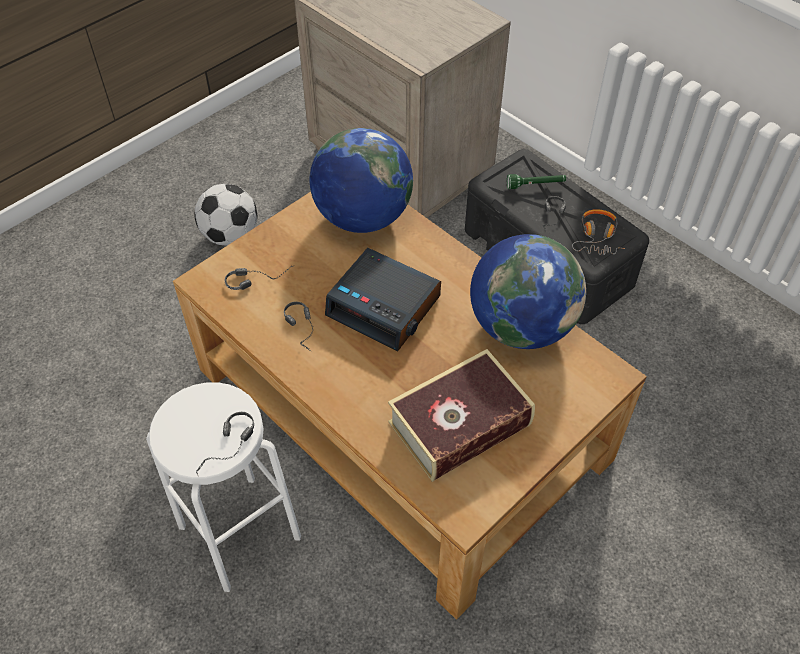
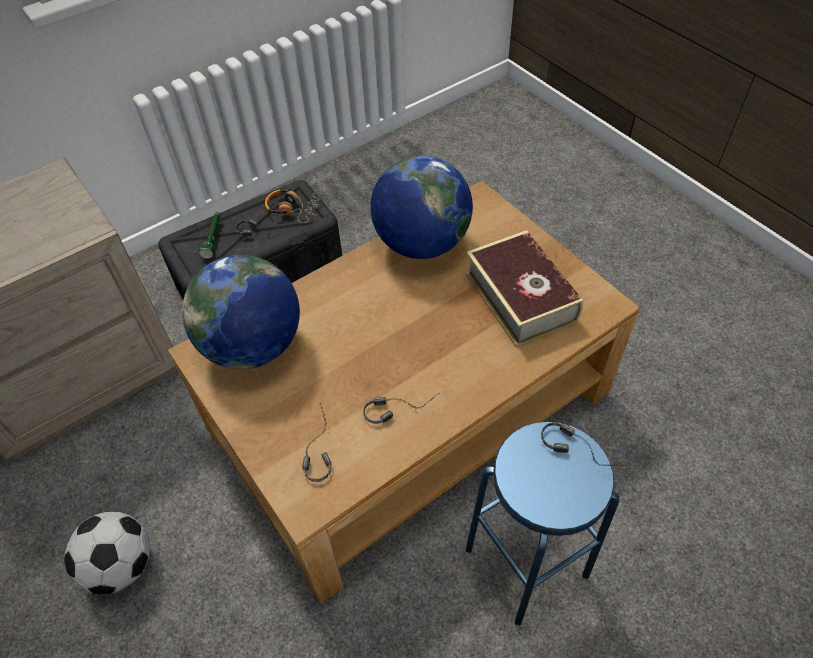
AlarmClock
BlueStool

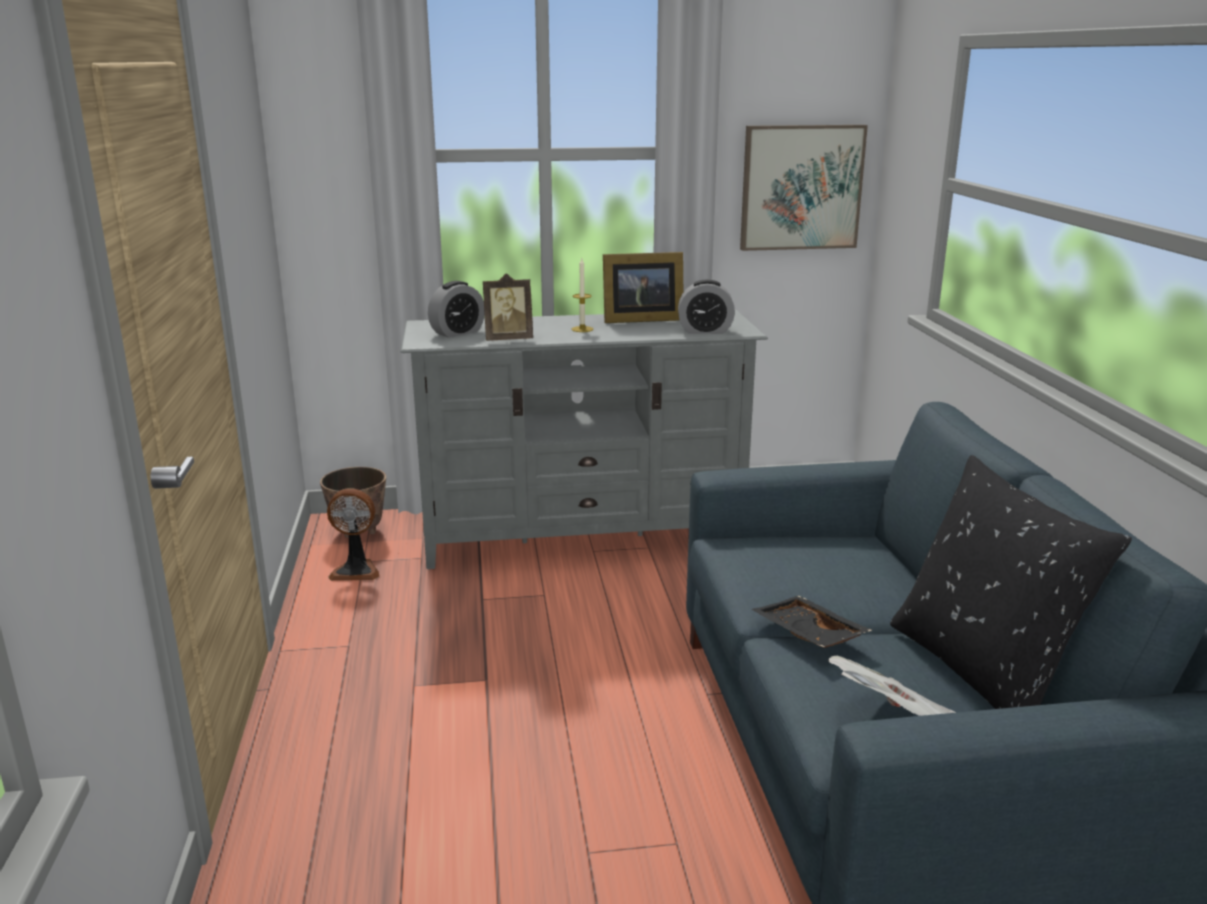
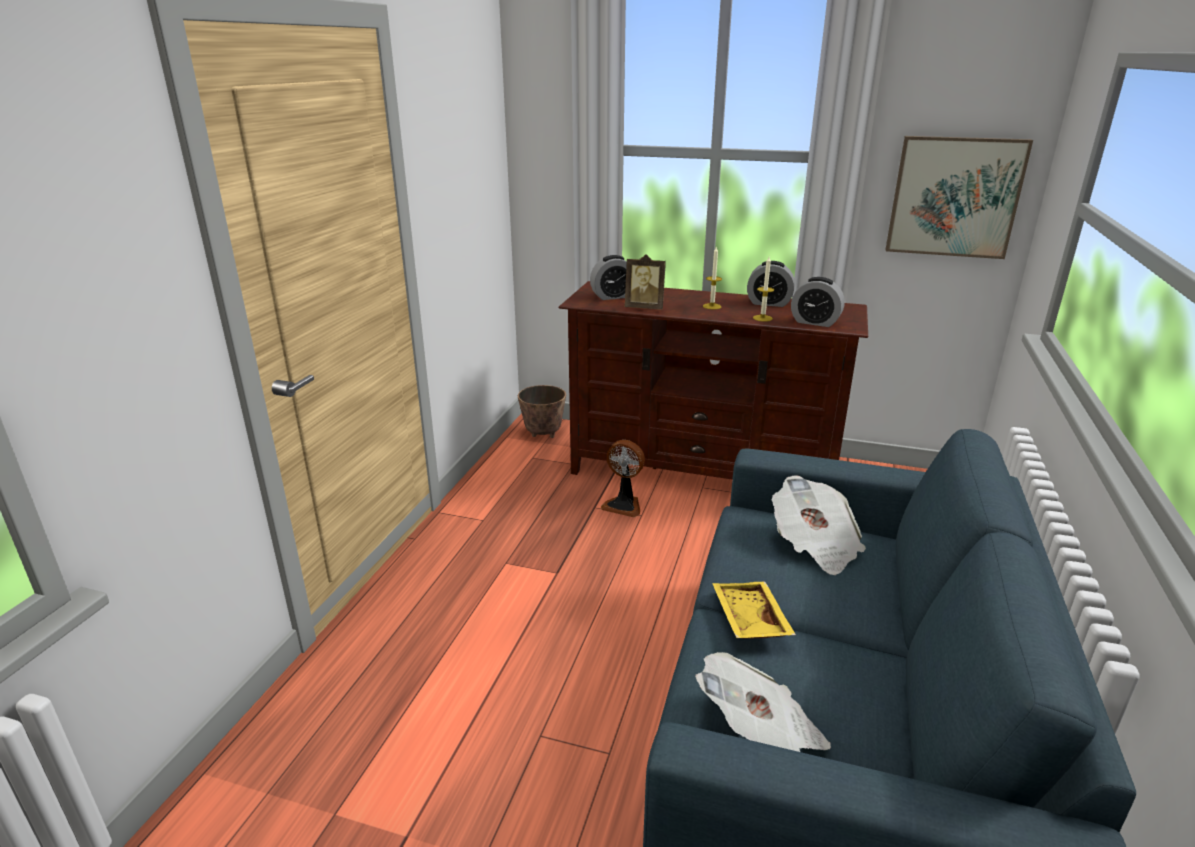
AlarmClock (no. 2 from left)
BrownTvStand
BlackPillow
Fan
YellowTray
Candle (no. 2 from left)
Newspaper (no. 2 from left)

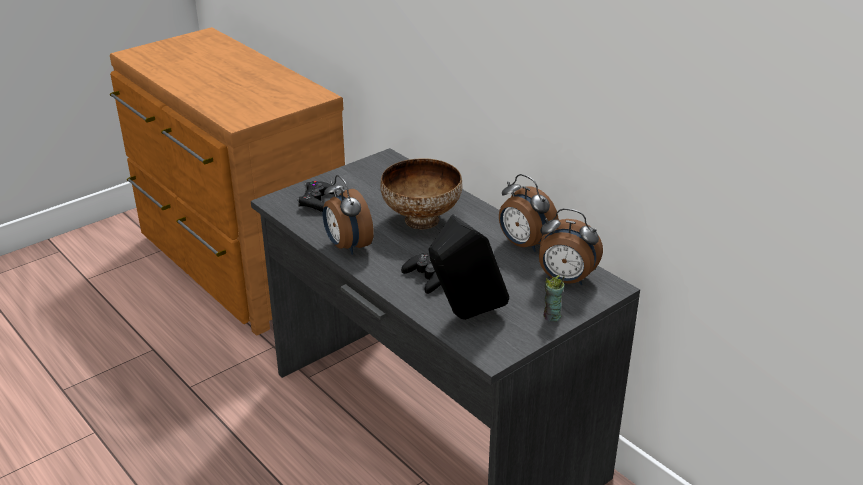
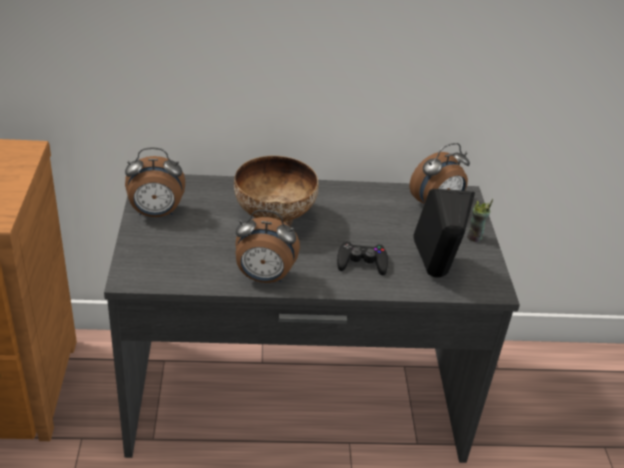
AlarmClock (no. 1 from left)
BlackGameController (no. 1 from left in the first image)

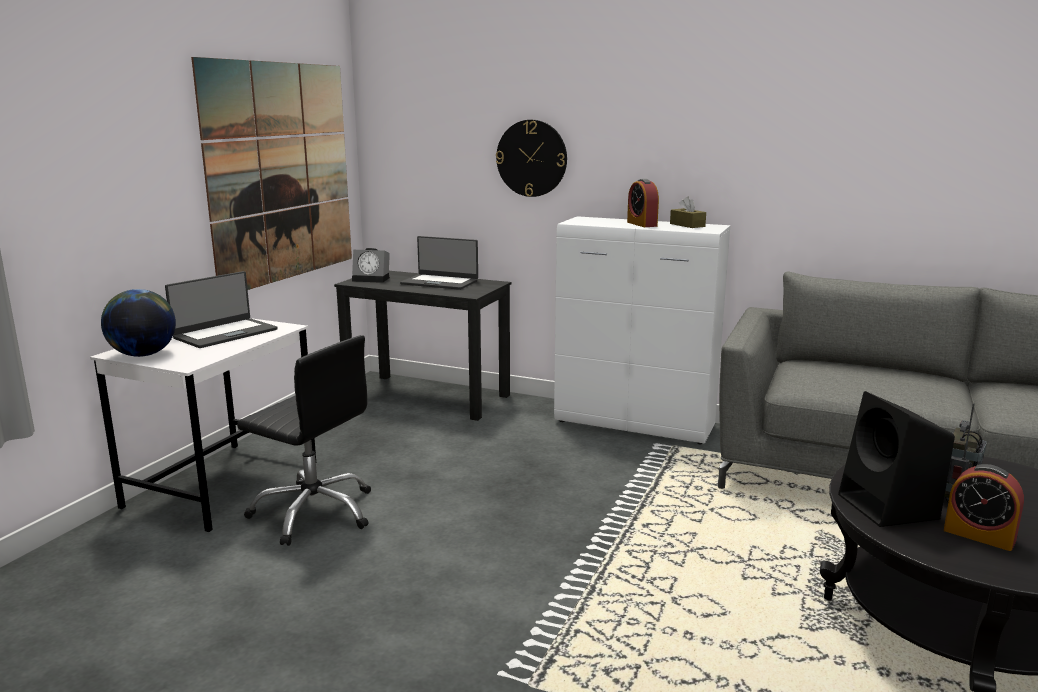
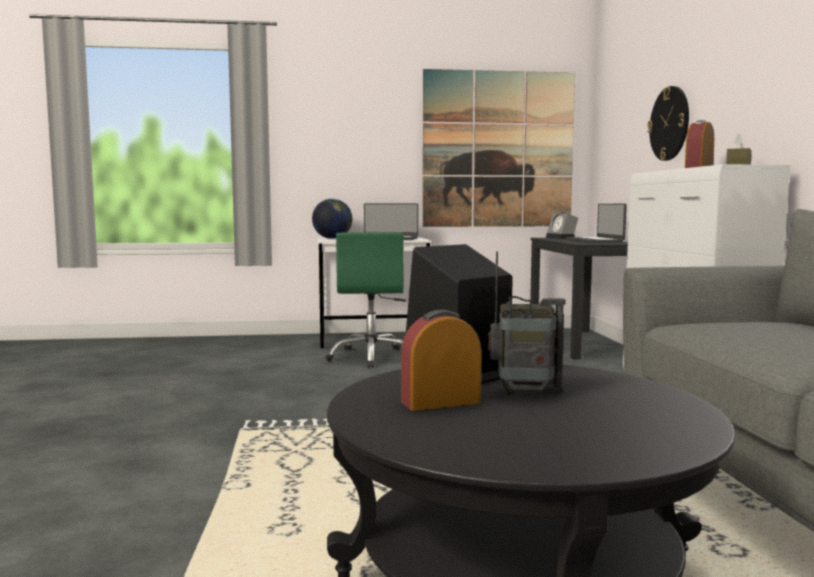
GreenOfficeChair
AlarmClock (no. 1 from left)

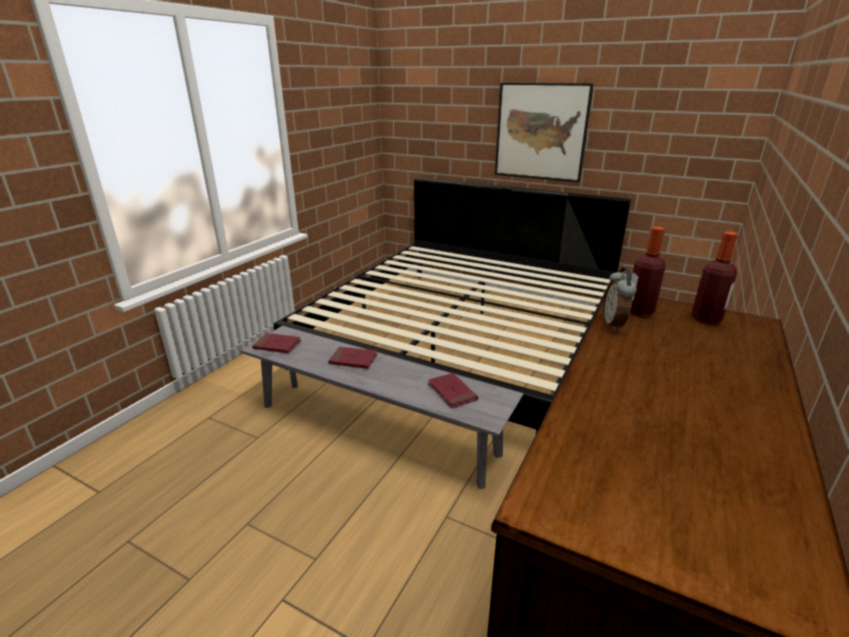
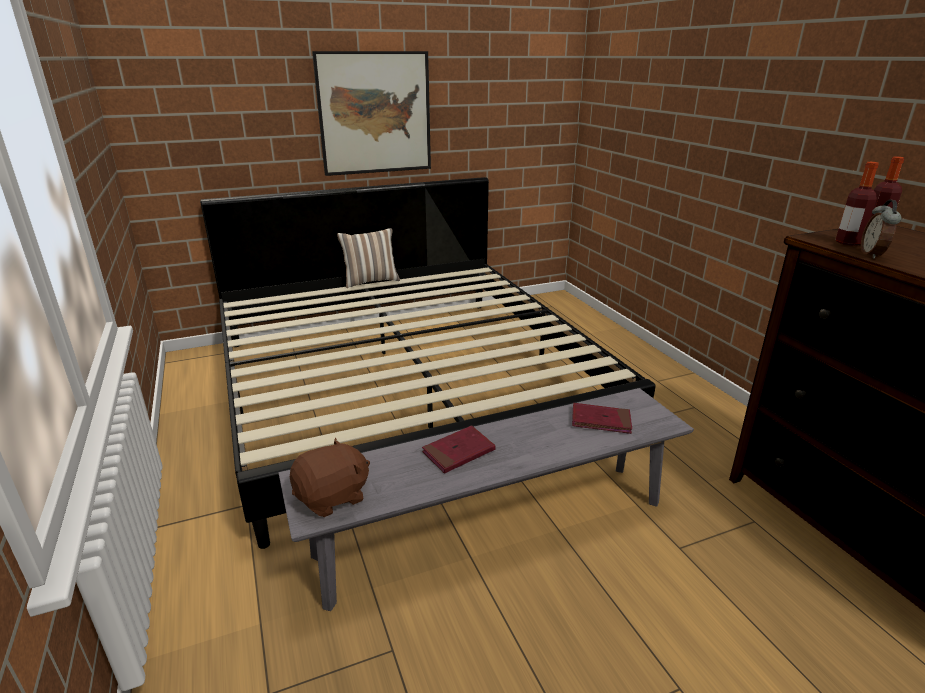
AlarmClock
BrownPlushToy
Pillow

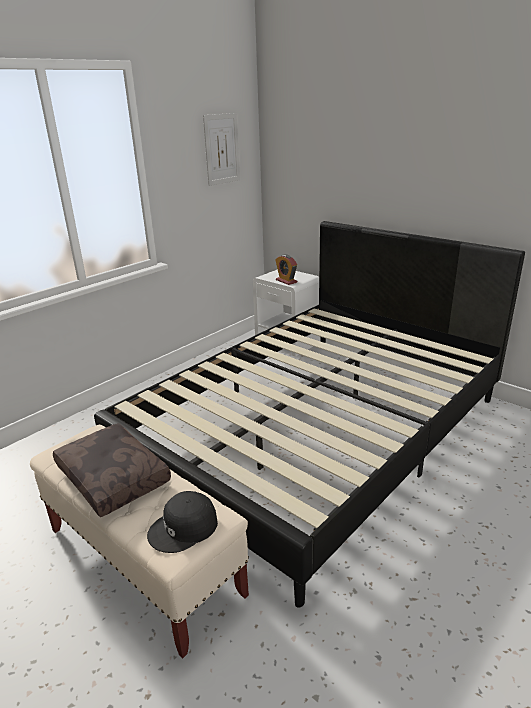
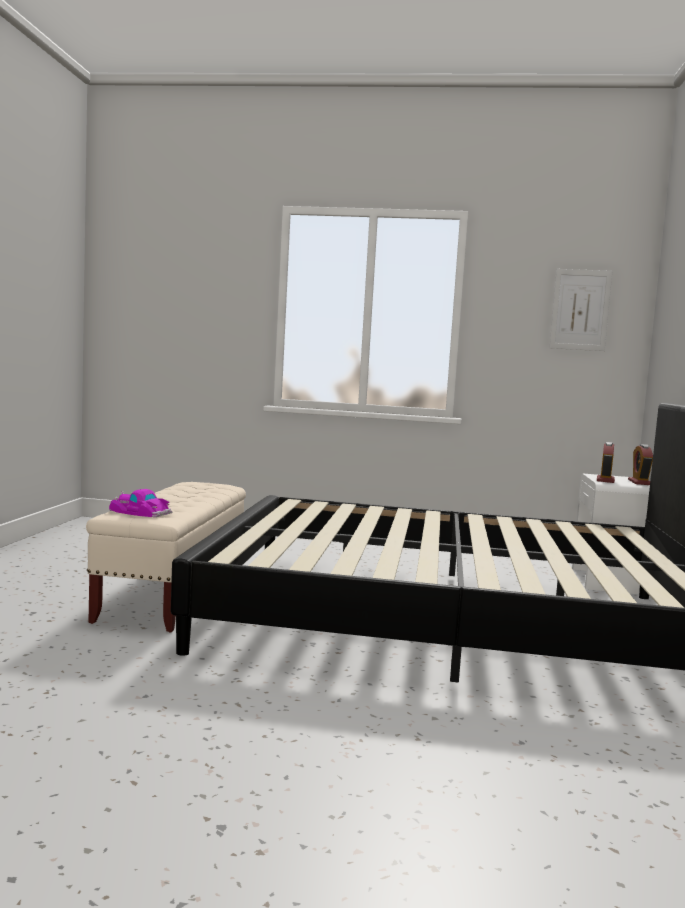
BrownPillow
ToyCar
AlarmClock (no. 2 from left)

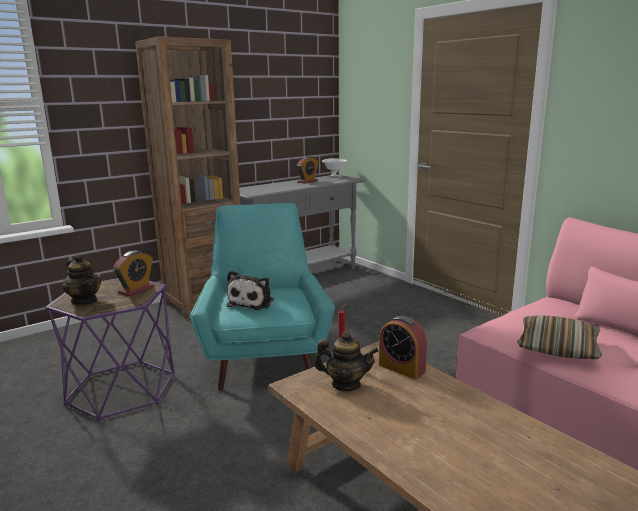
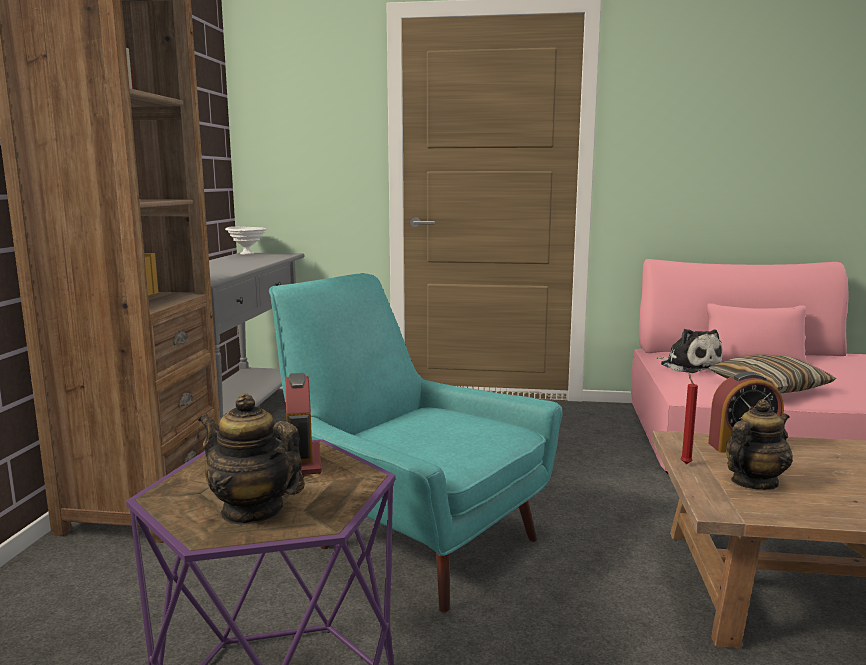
AlarmClock (no. 2 from left in the first image)
Teapot (no. 1 from left)
PlushToy

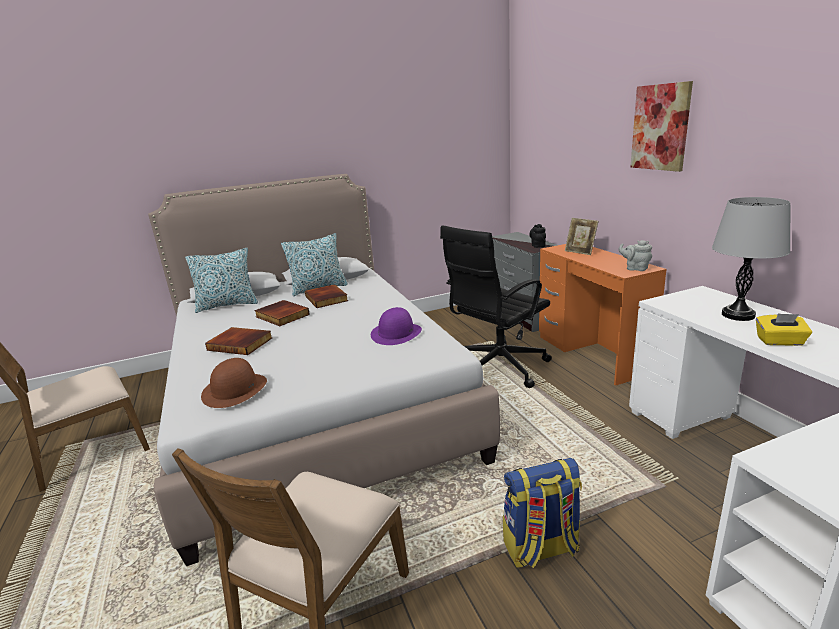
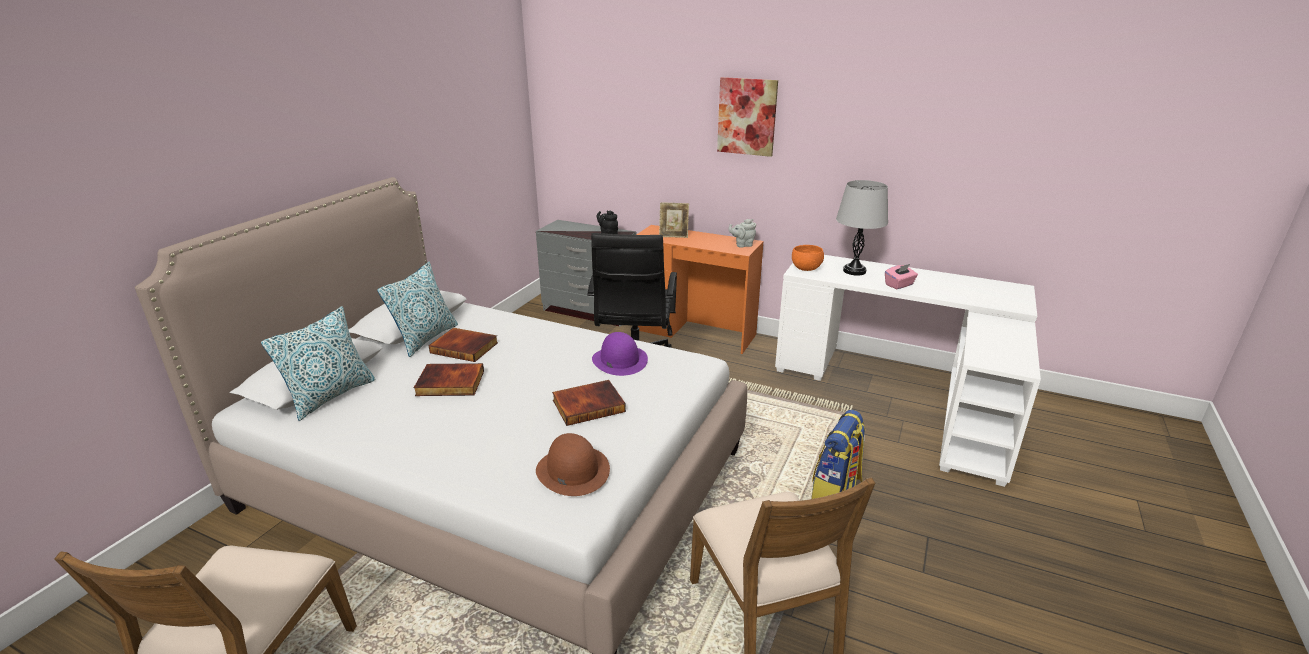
PinkTissueBox
Book (no. 3 from left)
OrangeBowl

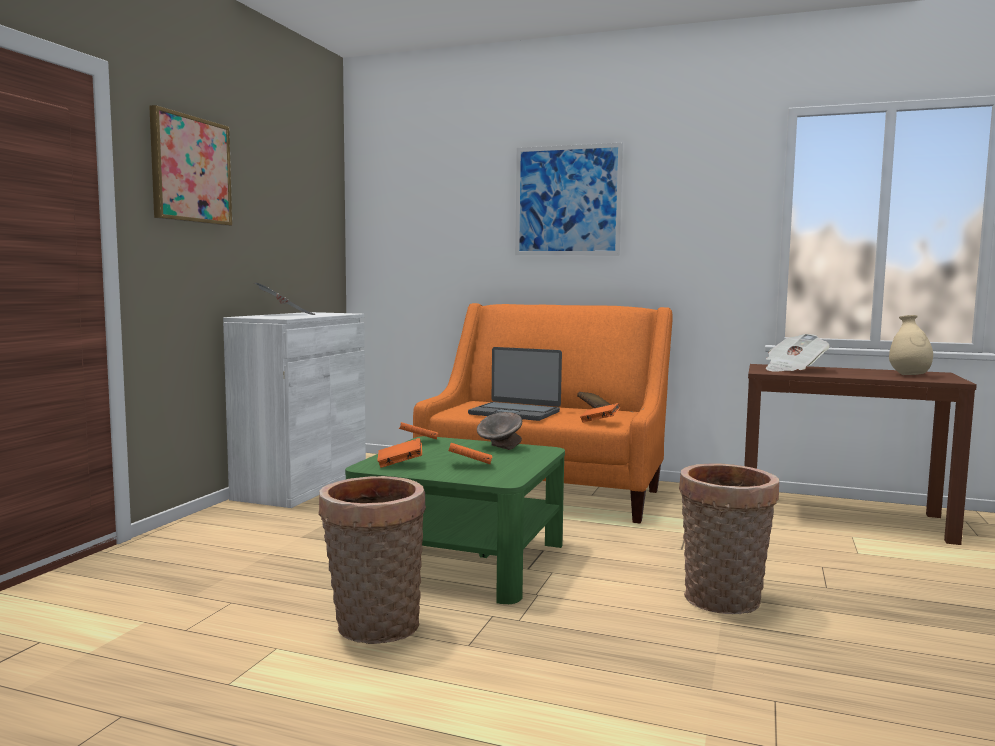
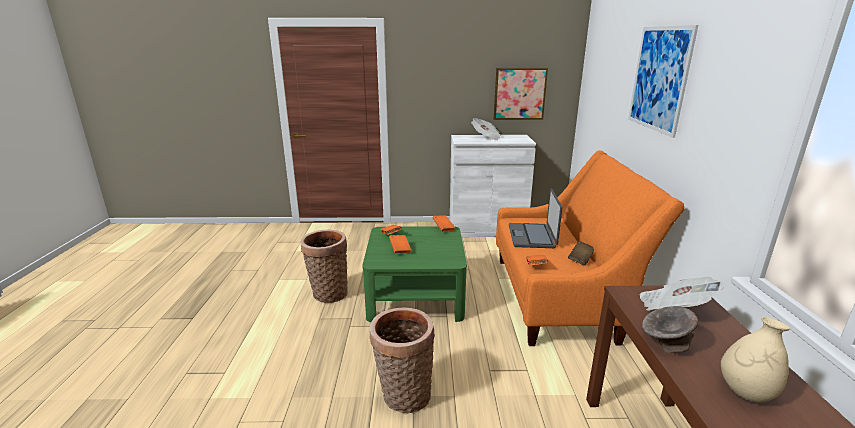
Picture (no. 1 from left)
GreyBowl

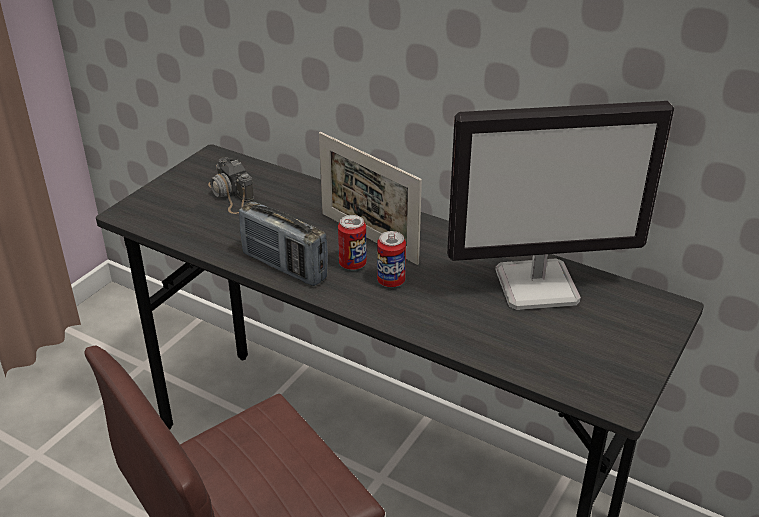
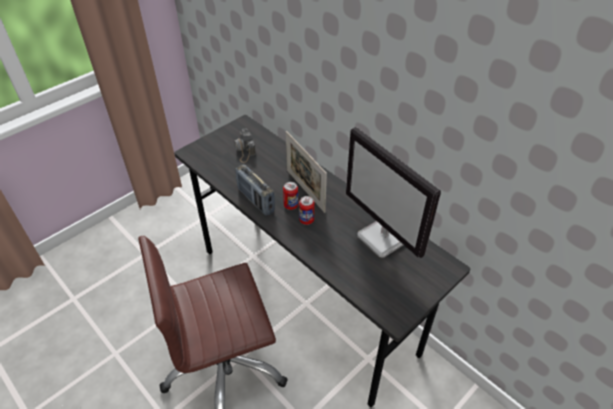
Monitor

